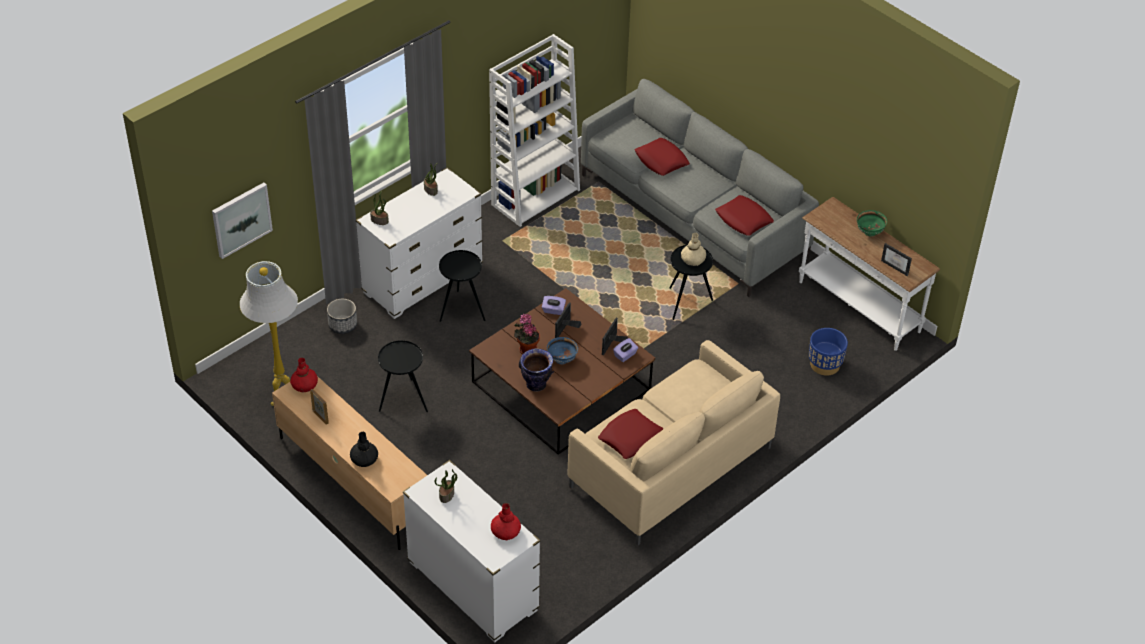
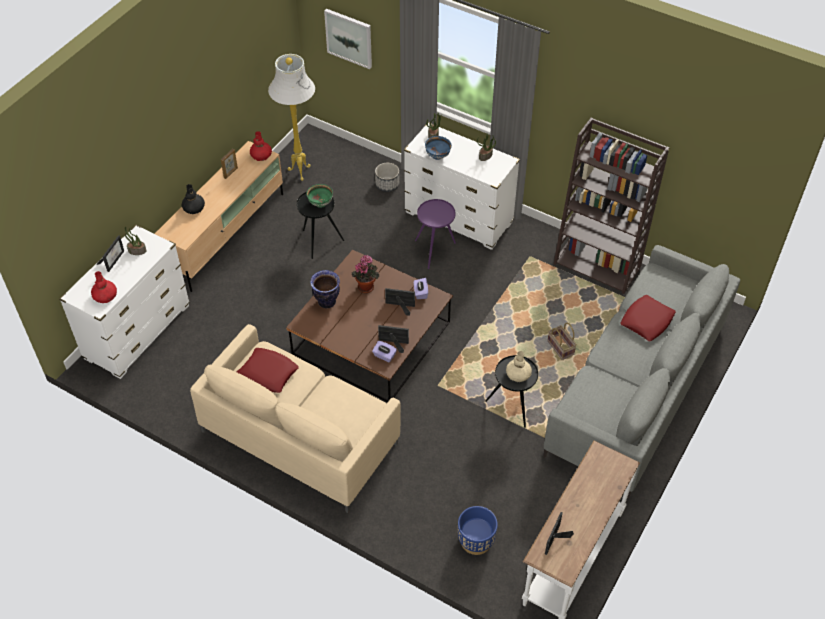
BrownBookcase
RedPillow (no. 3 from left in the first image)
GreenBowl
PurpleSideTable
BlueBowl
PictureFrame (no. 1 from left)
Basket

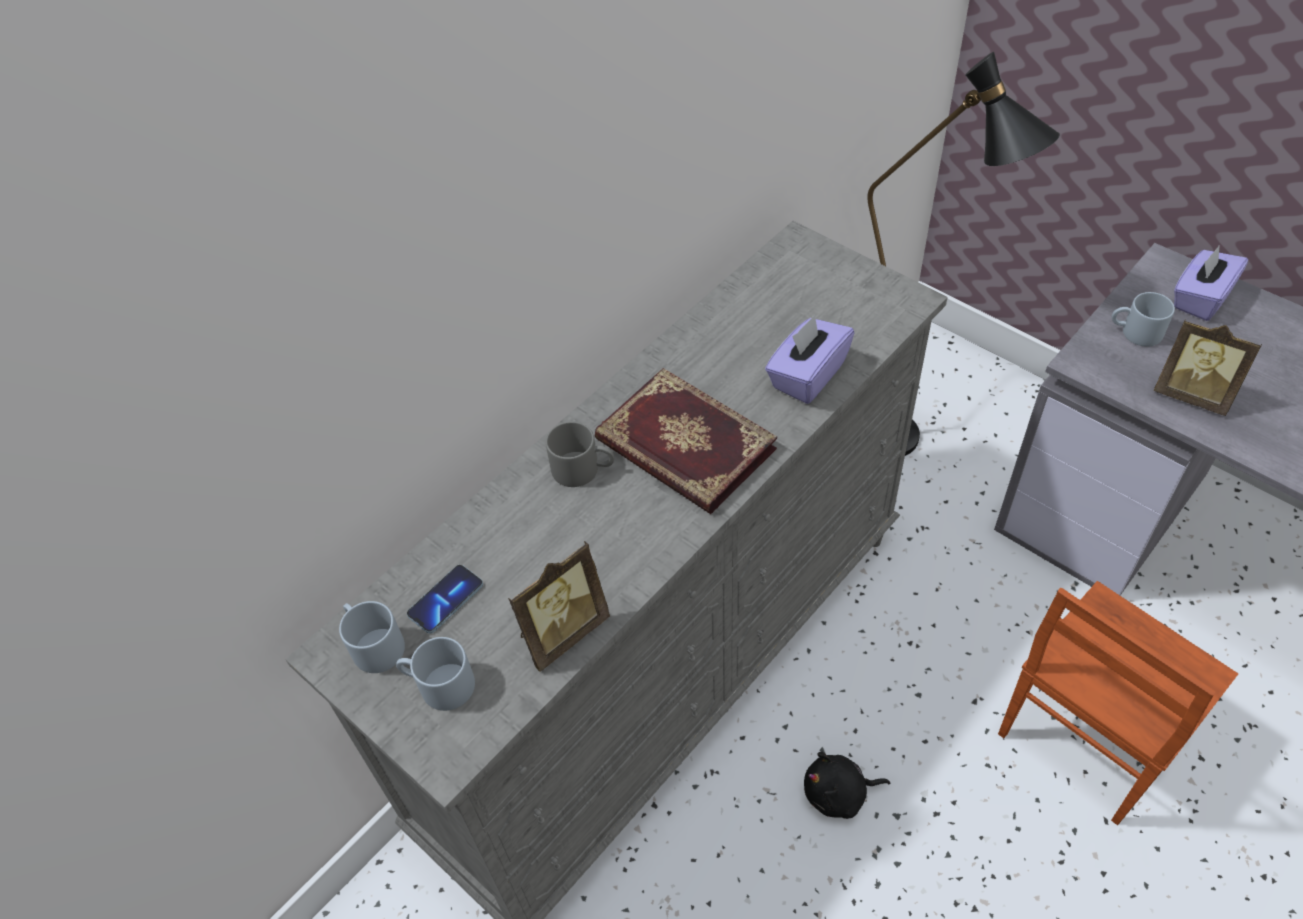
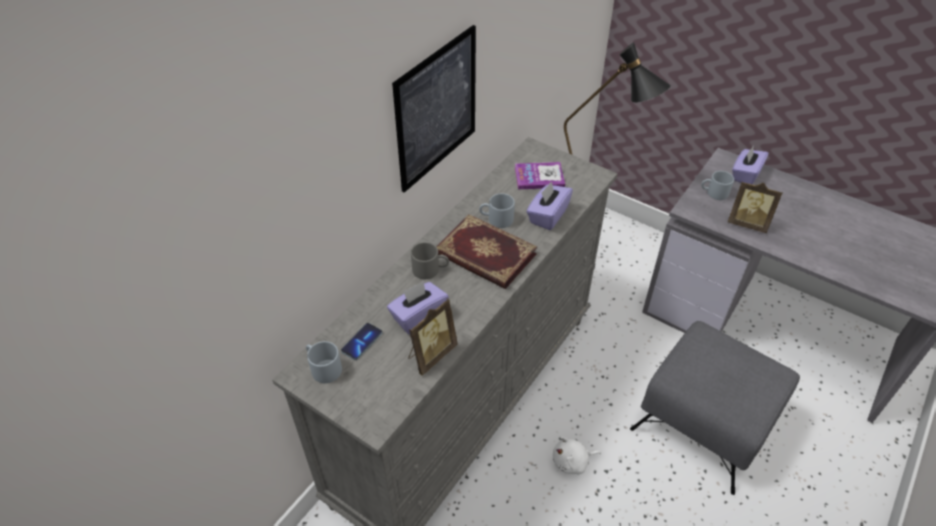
GreyOttoman
GreyMug (no. 3 from left)
WhitePlushToy
Picture
Book (no. 2 from left)
PurpleTissueBox (no. 1 from left)

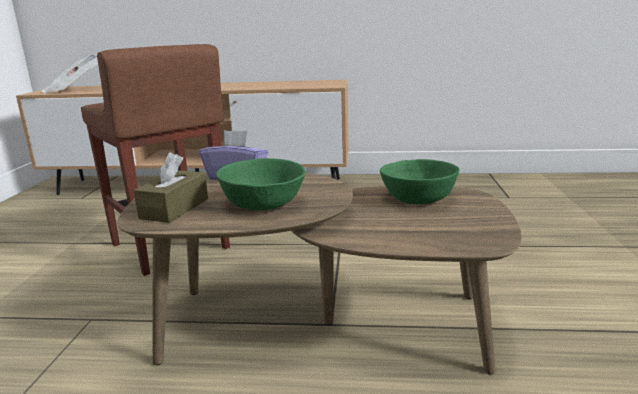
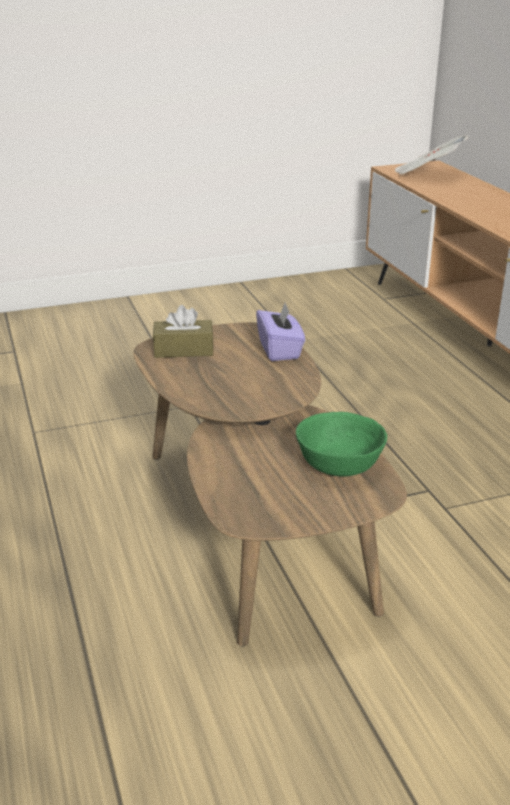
BrownStool
GreenBowl (no. 1 from left in the first image)

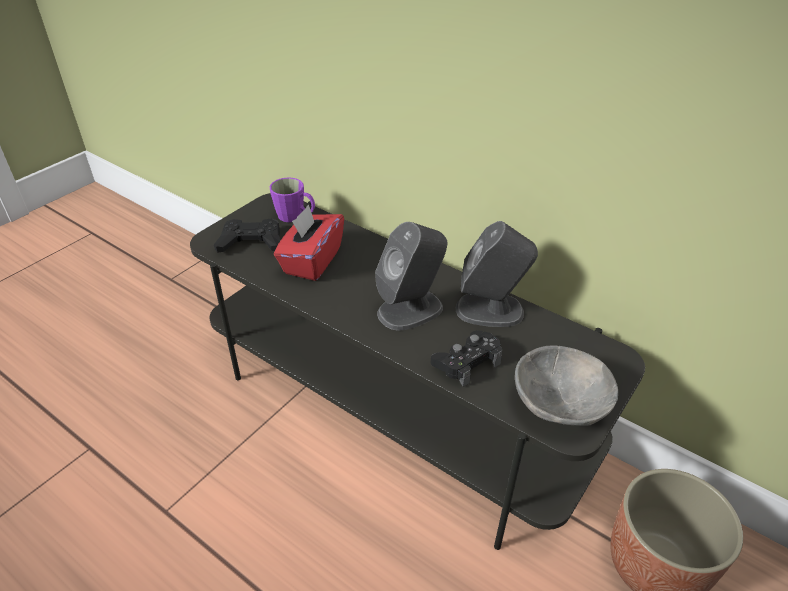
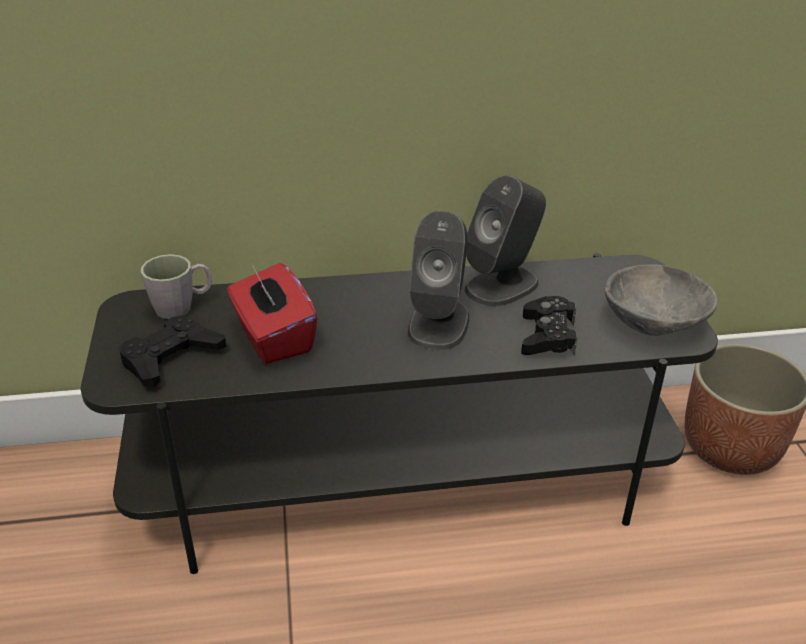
GreyMug

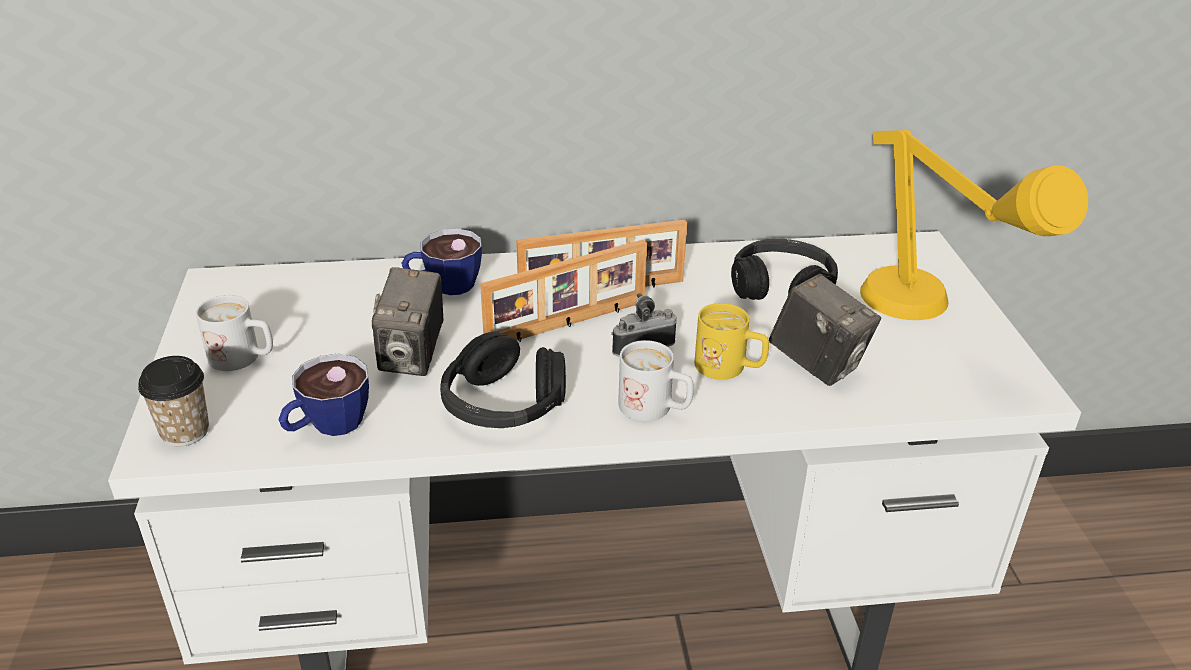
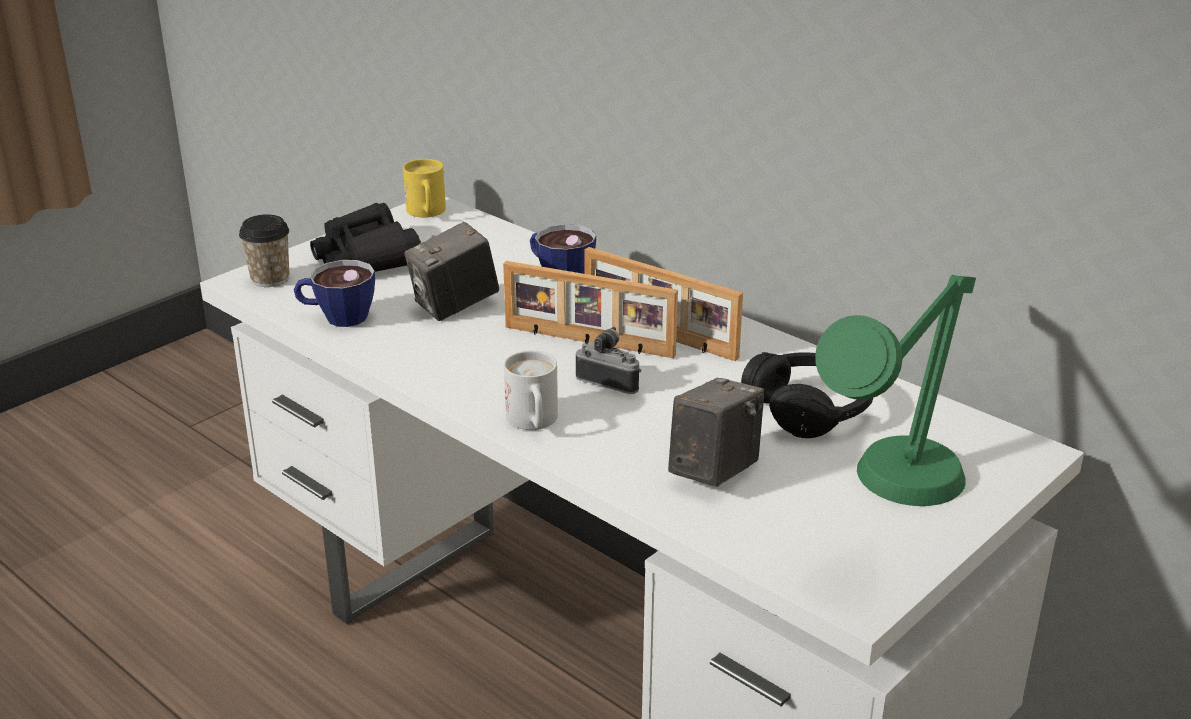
GreenTableLamp
PhotoCamera (no. 3 from left)
BlackBinoculars
YellowMug
BlackHeadphones (no. 1 from left in the first image)

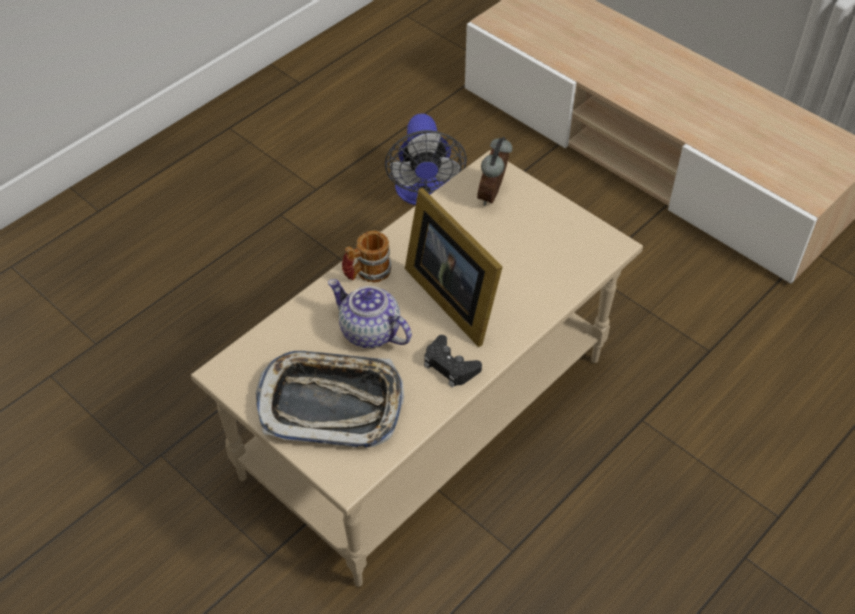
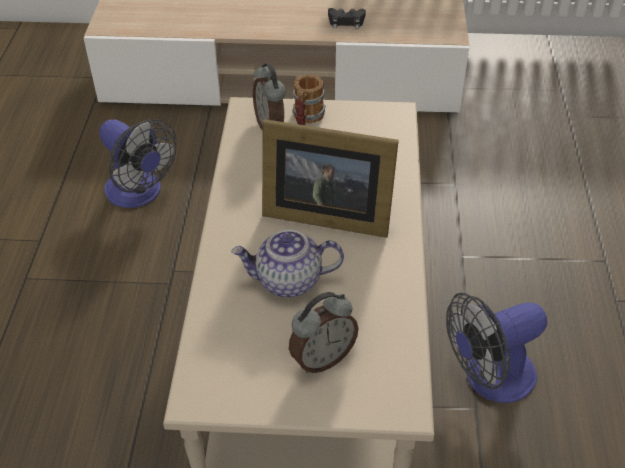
Mug
BlackGameController
AlarmClock (no. 2 from left)
Fan (no. 2 from left)

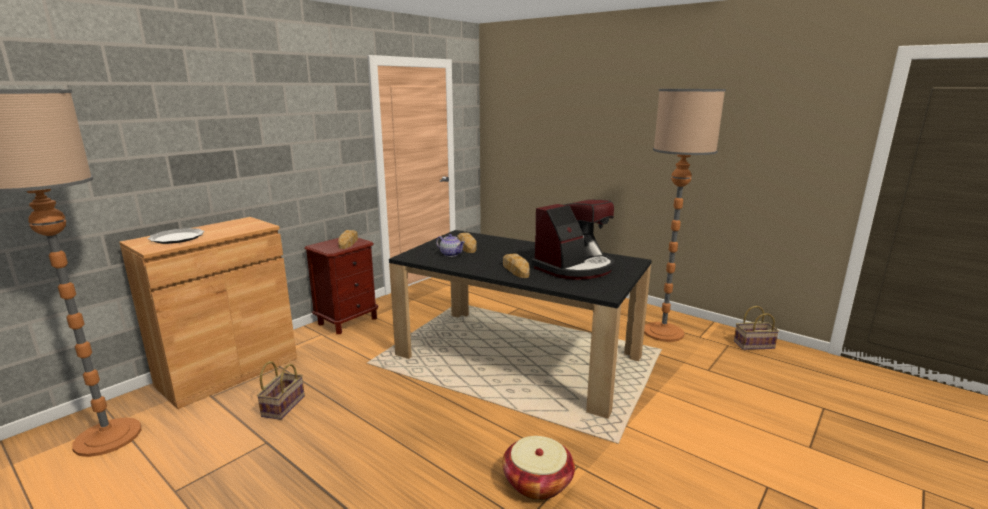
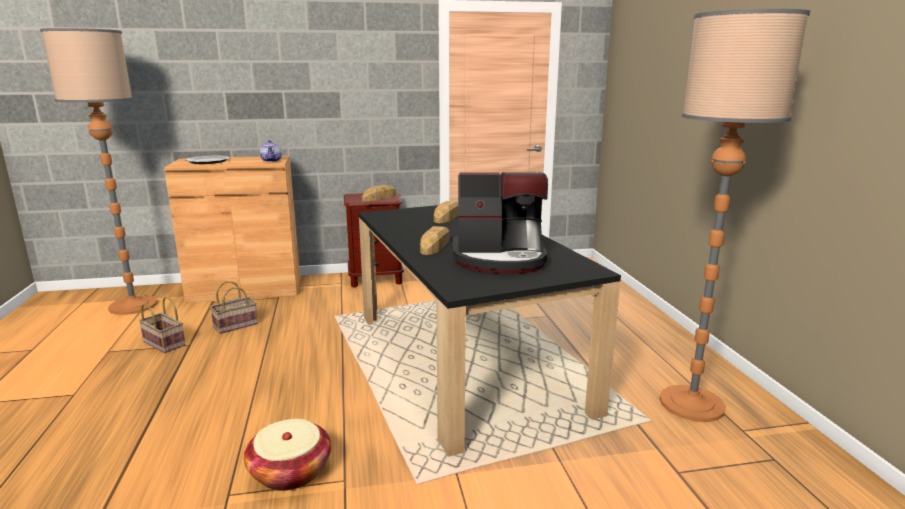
Teapot
Basket (no. 1 from left)

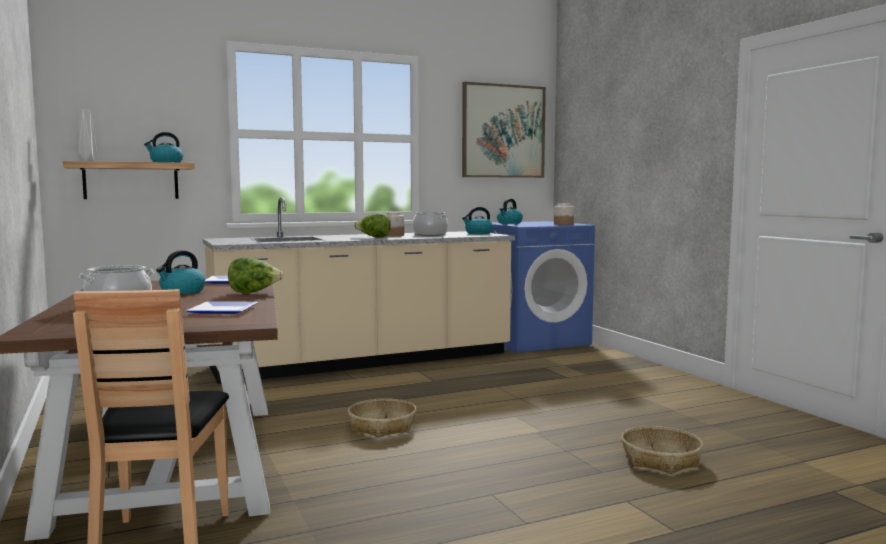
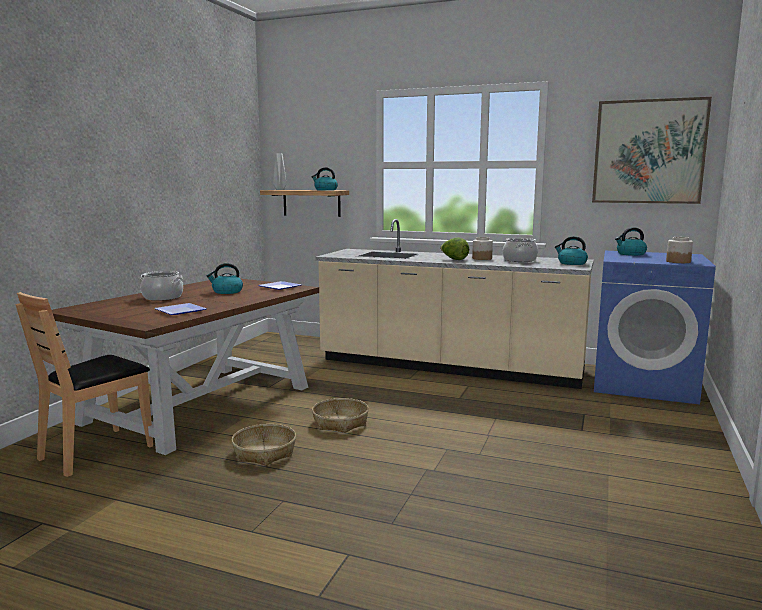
Lettuce (no. 1 from left in the first image)
Basket (no. 1 from left)

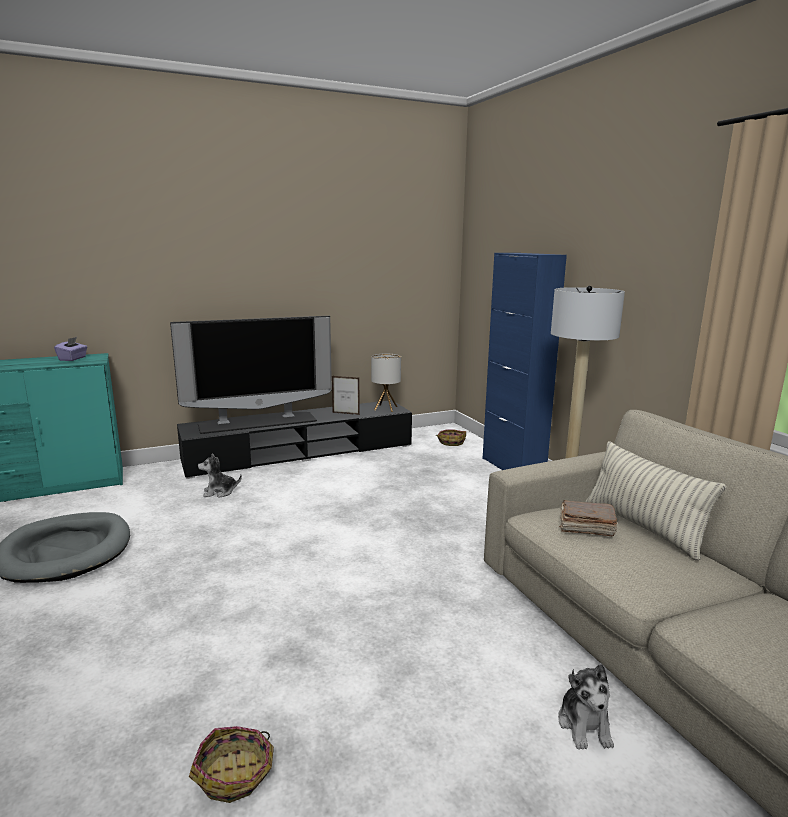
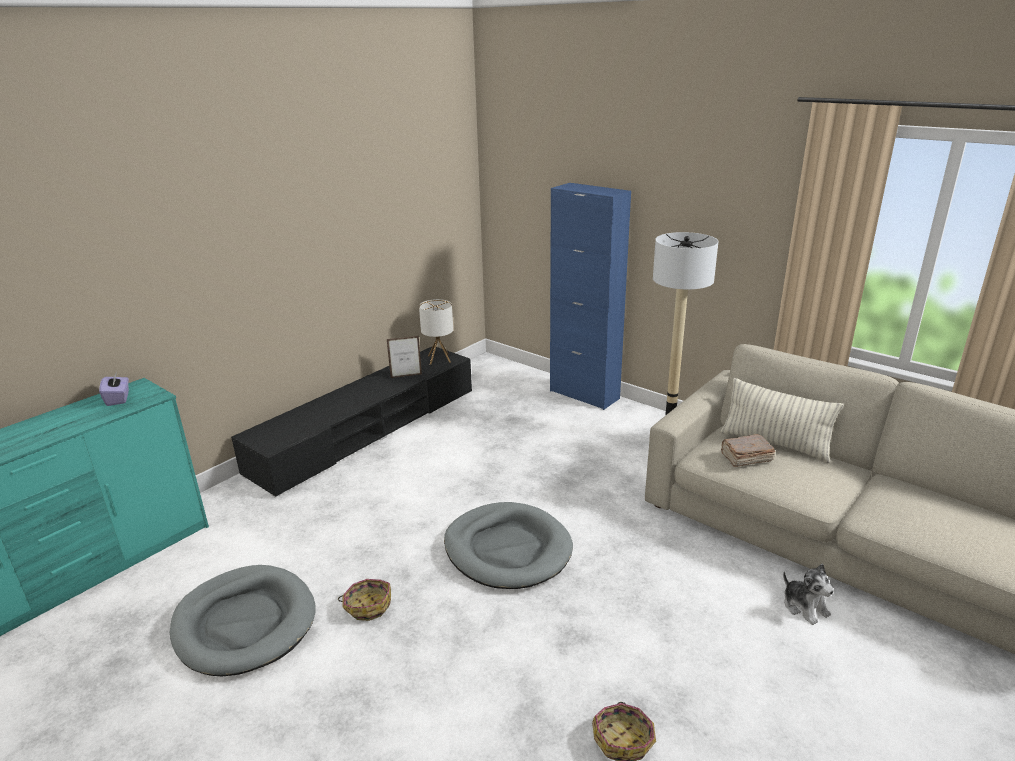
Television
Basket (no. 1 from left)
PlushToy (no. 1 from left in the first image)
GreyDogBed (no. 2 from left)

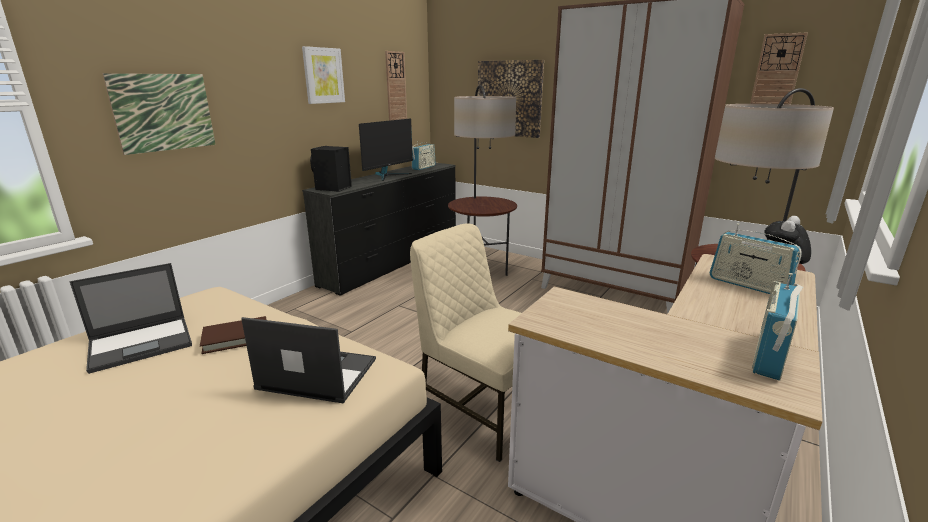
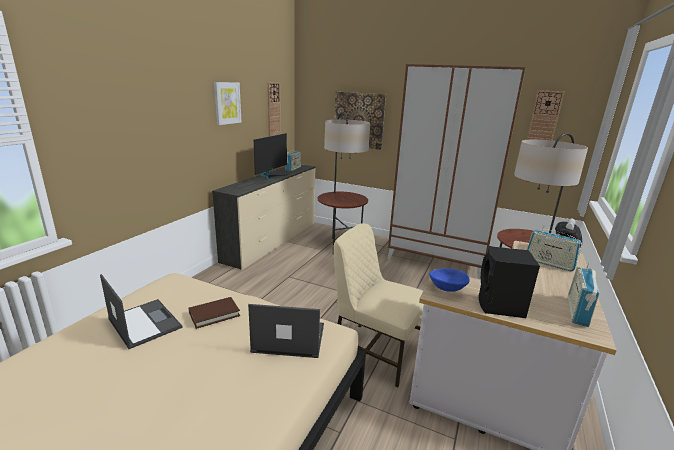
Picture (no. 1 from left in the first image)
BlackSpeaker
BeigeDresser
Laptop (no. 1 from left)
BlueBowl

